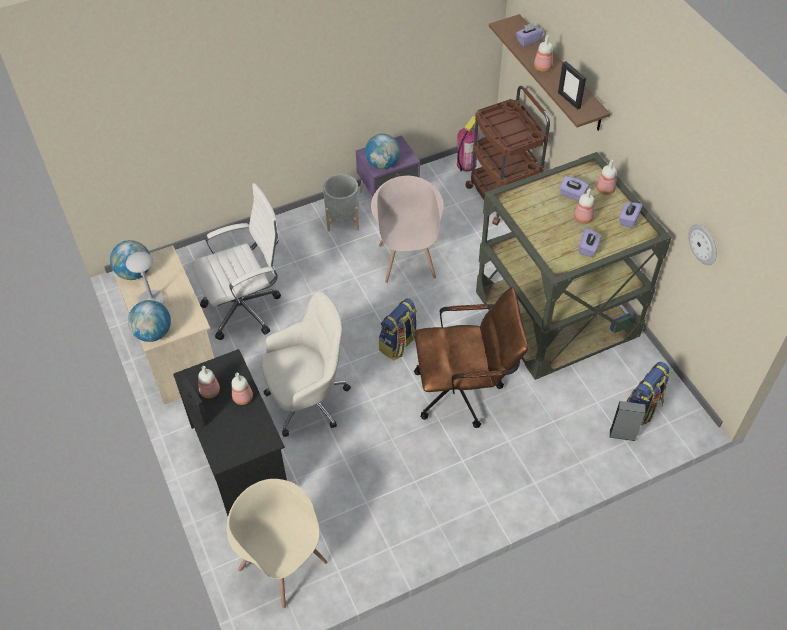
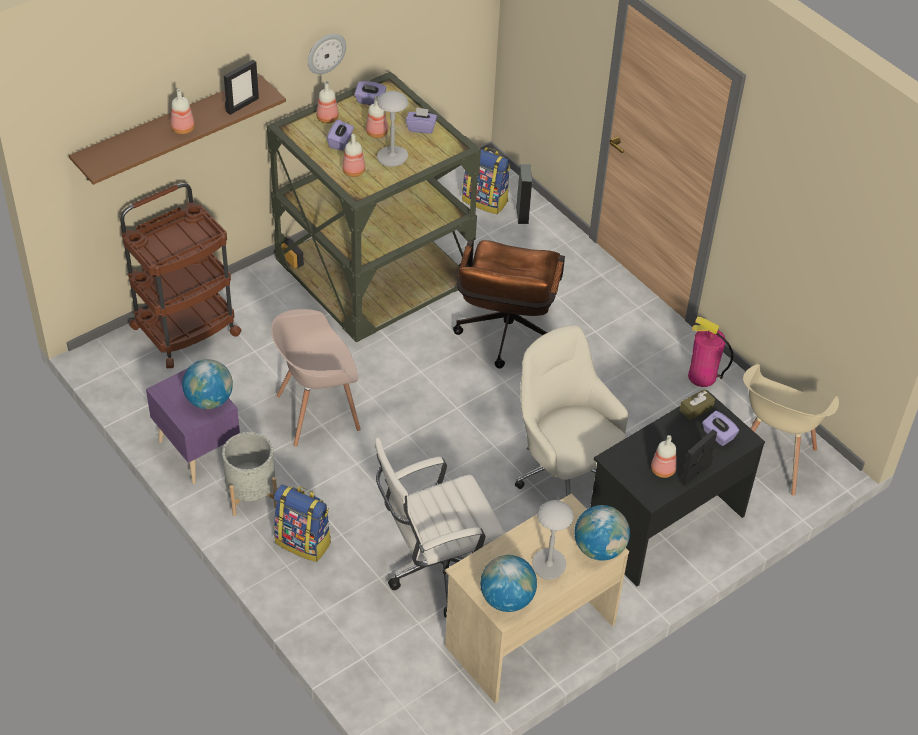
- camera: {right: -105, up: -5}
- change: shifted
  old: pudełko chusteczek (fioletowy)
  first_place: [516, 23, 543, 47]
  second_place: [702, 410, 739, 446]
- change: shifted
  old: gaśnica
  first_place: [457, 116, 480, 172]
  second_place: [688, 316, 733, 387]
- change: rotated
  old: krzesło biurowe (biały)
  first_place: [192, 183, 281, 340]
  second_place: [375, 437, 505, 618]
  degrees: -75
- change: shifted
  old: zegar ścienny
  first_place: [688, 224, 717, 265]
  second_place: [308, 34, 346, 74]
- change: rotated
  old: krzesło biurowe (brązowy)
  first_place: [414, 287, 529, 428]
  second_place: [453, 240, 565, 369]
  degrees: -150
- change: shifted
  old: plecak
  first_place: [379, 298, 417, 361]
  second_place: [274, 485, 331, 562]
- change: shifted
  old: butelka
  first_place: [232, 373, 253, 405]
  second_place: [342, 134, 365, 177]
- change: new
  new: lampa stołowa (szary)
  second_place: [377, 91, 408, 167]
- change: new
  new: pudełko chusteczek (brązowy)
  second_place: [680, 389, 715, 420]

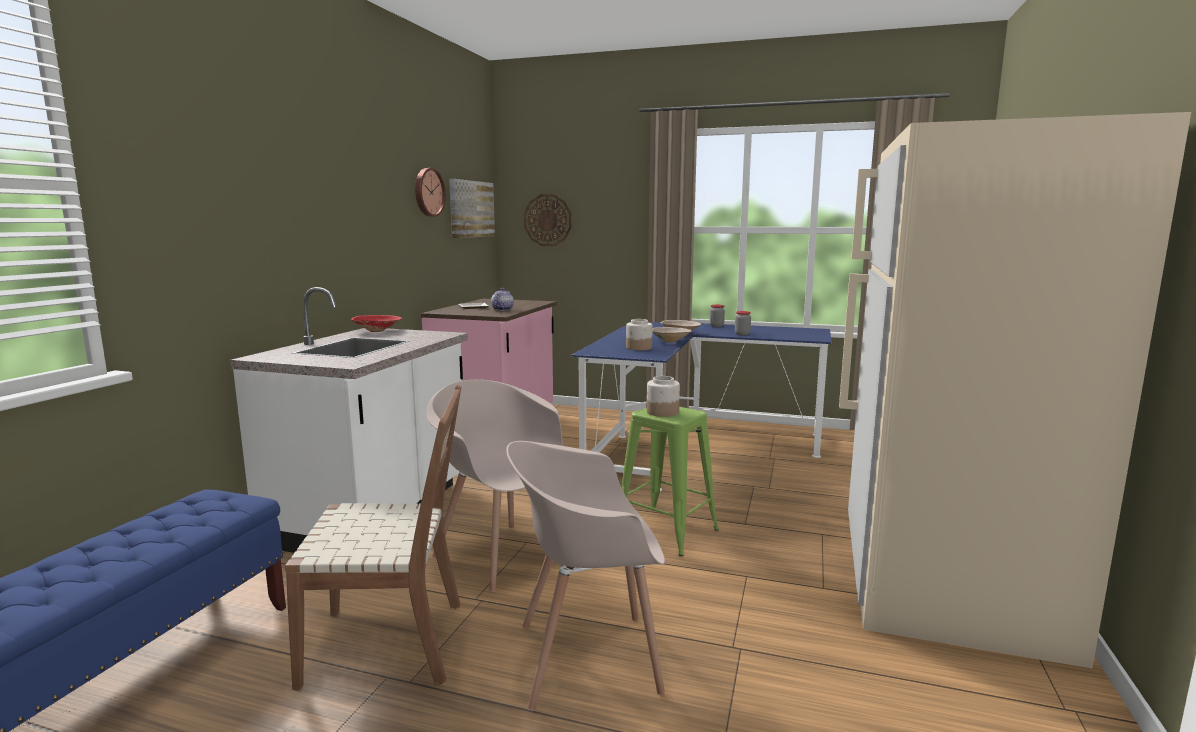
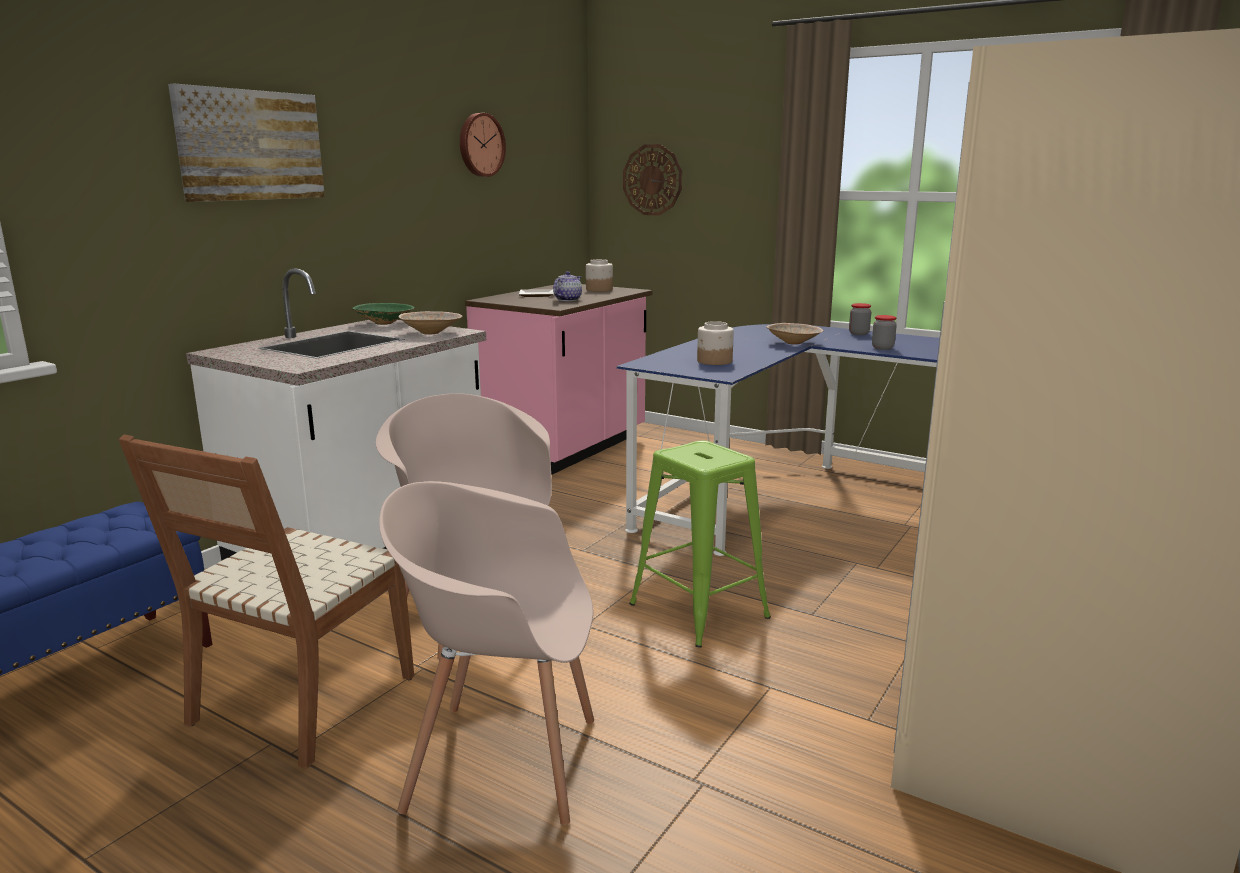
- camera: {right: 15, up: 5}
- change: shifted
  old: obraz
  first_place: [449, 179, 495, 238]
  second_place: [168, 84, 325, 202]
- change: repainted
  old: miska (czerwony)
  new: miska (zielony)
  first_place: [351, 315, 402, 332]
  second_place: [352, 303, 414, 325]
- change: shifted
  old: miska (beżowy)
  first_place: [652, 327, 692, 343]
  second_place: [399, 311, 462, 335]
- change: shifted
  old: słoik
  first_place: [647, 376, 680, 417]
  second_place: [586, 259, 613, 292]
- change: rotated
  old: krzesło
  first_place: [285, 385, 461, 691]
  second_place: [119, 435, 414, 769]
  degrees: 105

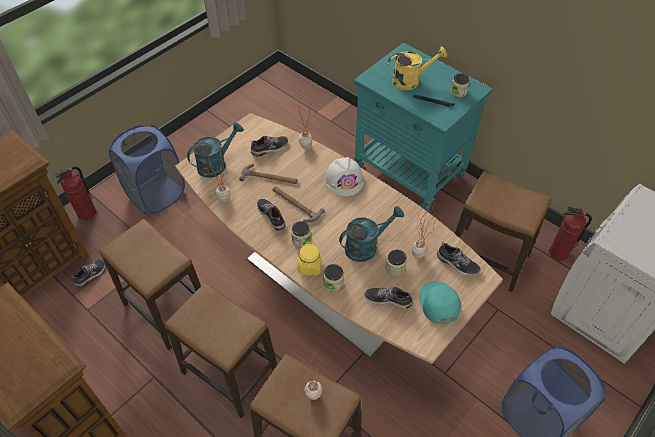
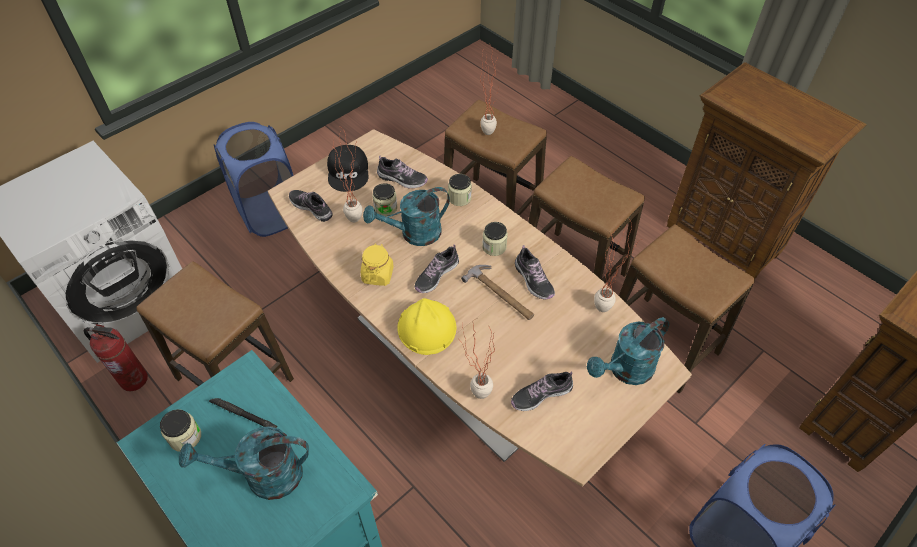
- camera: {right: -175, up: 0}
- change: repainted
  old: konewka (żółty)
  new: konewka (turkusowy)
  first_place: [388, 47, 447, 90]
  second_place: [179, 426, 309, 500]
- change: repainted
  old: kask (biały)
  new: kask (żółty)
  first_place: [325, 157, 364, 196]
  second_place: [397, 298, 456, 355]
- change: gone
  old: młotek
  first_place: [239, 164, 298, 184]
- change: gone
  old: gaśnica
  first_place: [54, 167, 96, 220]
- change: shifted
  old: słoik (żółty)
  first_place: [298, 242, 321, 275]
  second_place: [361, 243, 394, 286]
- change: shifted
  old: but
  first_place: [72, 259, 106, 287]
  second_place: [415, 244, 459, 293]
- change: repainted
  old: czapka z daszkiem (turkusowy)
  new: czapka z daszkiem (czarny)
  first_place: [419, 281, 461, 324]
  second_place: [327, 145, 368, 192]

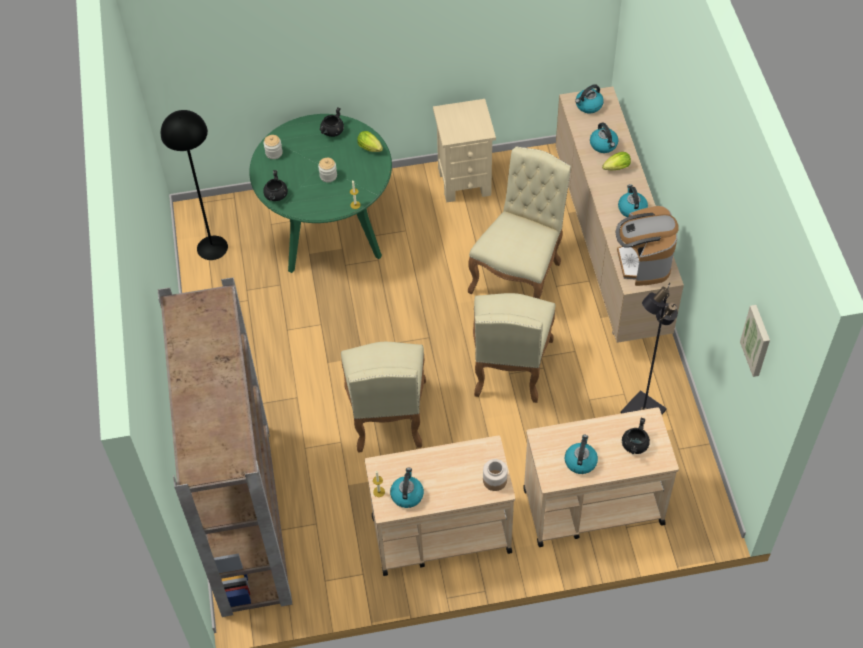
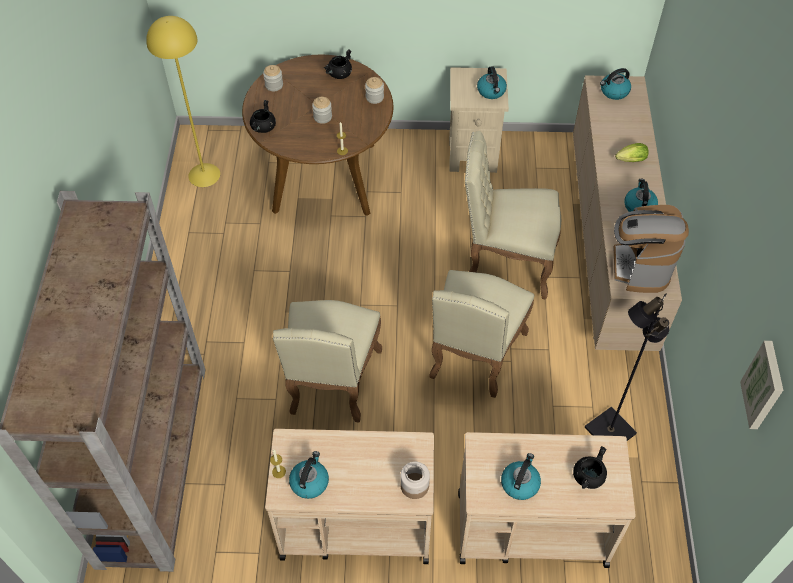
- camera: {right: 10, up: 0}
- change: repainted
  old: lampa stojąca (czarny)
  new: lampa stojąca (żółty)
  first_place: [161, 110, 228, 260]
  second_place: [146, 16, 220, 187]
- change: repainted
  old: stół jadalny (zielony)
  new: stół jadalny (brązowy)
  first_place: [249, 114, 392, 273]
  second_place: [242, 55, 394, 216]
- change: shifted
  old: czajnik
  first_place: [590, 122, 618, 153]
  second_place: [477, 66, 507, 99]
- change: swapped
  old: sałata
  new: słoik
  first_place: [357, 131, 383, 152]
  second_place: [365, 77, 384, 104]
- change: rotated
  old: krzesło (beżowy)
  first_place: [468, 146, 571, 299]
  second_place: [465, 131, 561, 299]
  degrees: -120

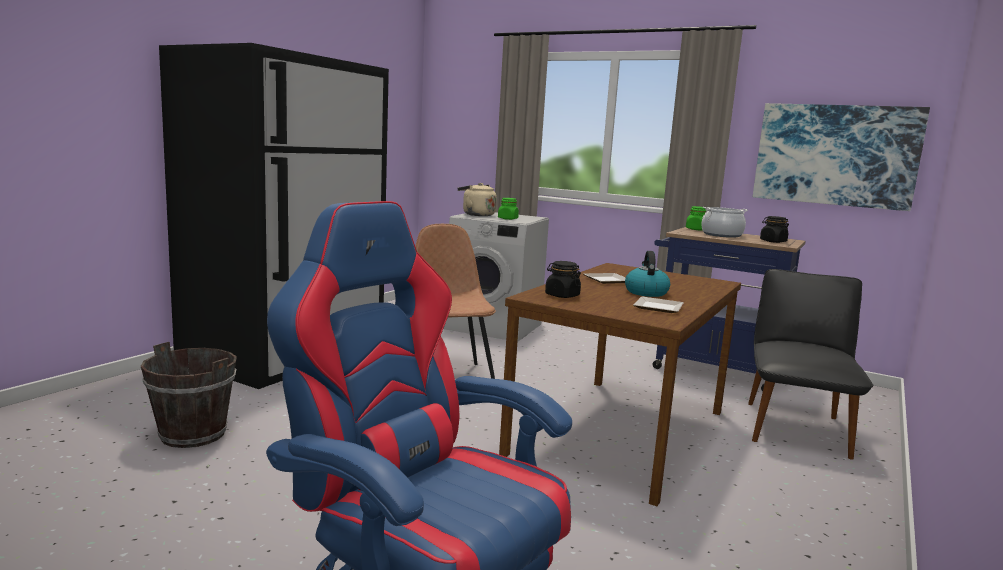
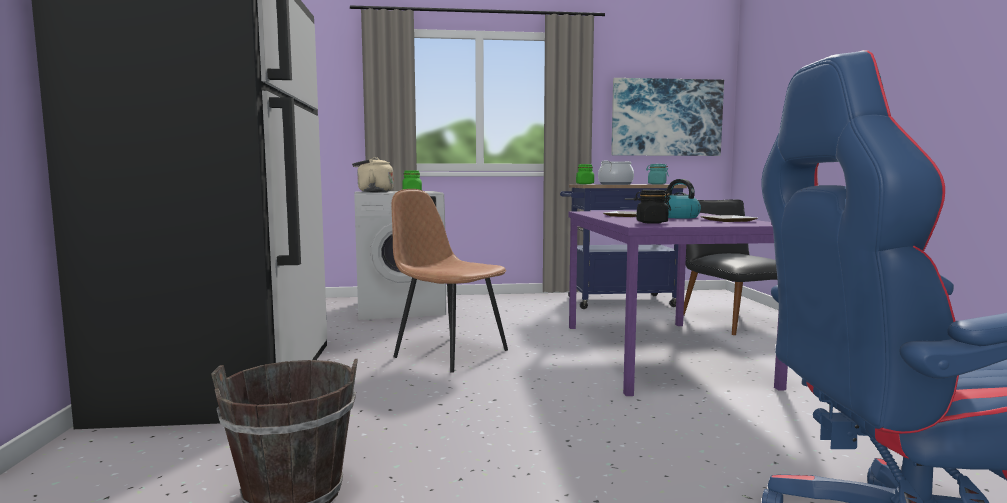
- camera: {right: -35, up: -5}
- change: repainted
  old: słoik (czarny)
  new: słoik (turkusowy)
  first_place: [760, 216, 789, 243]
  second_place: [646, 164, 669, 184]
- change: repainted
  old: stół jadalny (brązowy)
  new: stół jadalny (fioletowy)
  first_place: [499, 263, 741, 506]
  second_place: [568, 211, 788, 396]

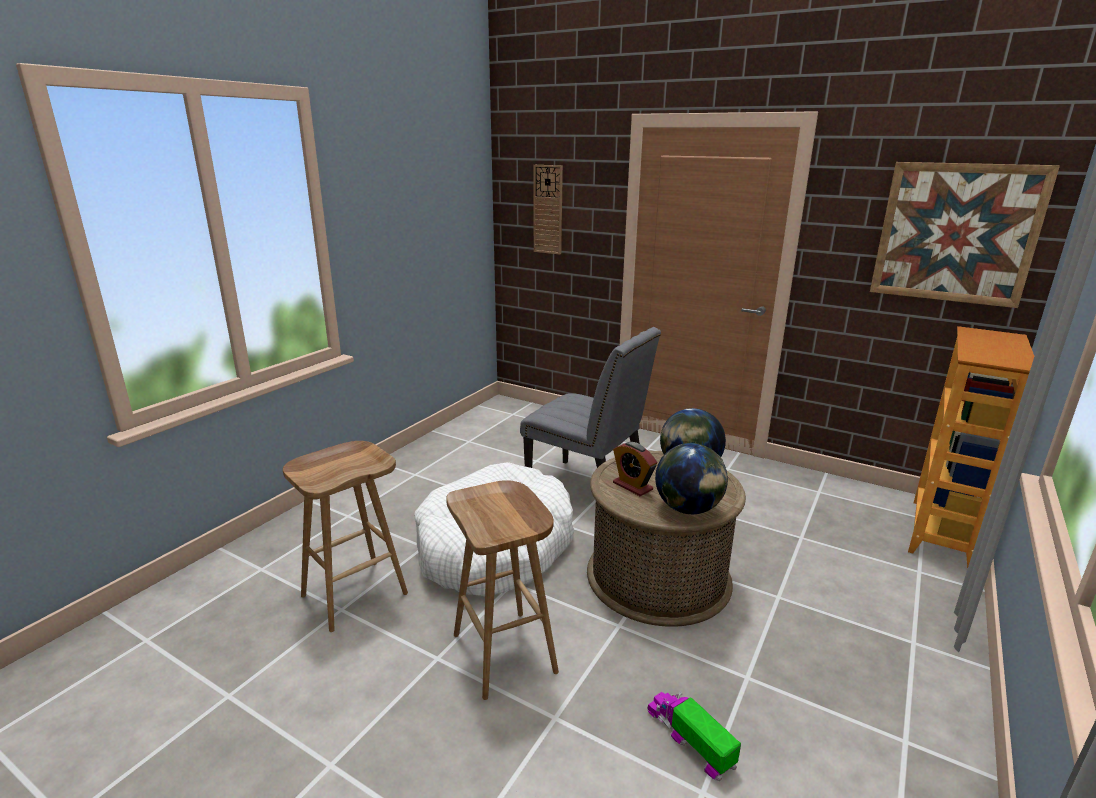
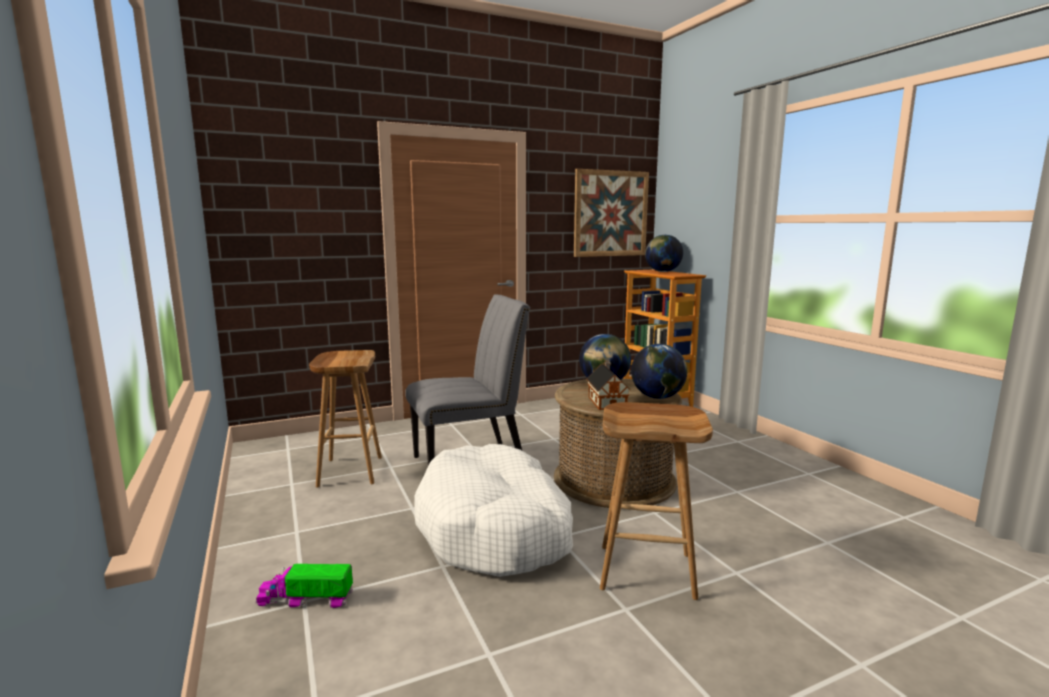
- camera: {right: -55, up: -10}
- change: gone
  old: zegar ścienny
  first_place: [534, 165, 563, 255]
- change: shifted
  old: stołek (brązowy)
  first_place: [283, 441, 408, 632]
  second_place: [309, 350, 382, 487]
- change: swapped
  old: budzik
  new: domek
  first_place: [613, 442, 657, 496]
  second_place: [586, 362, 631, 410]
- change: shifted
  old: ciężarówka zabawkowa
  first_place: [647, 692, 741, 781]
  second_place: [256, 564, 353, 608]
- change: new
  new: globus
  second_place: [645, 235, 683, 272]

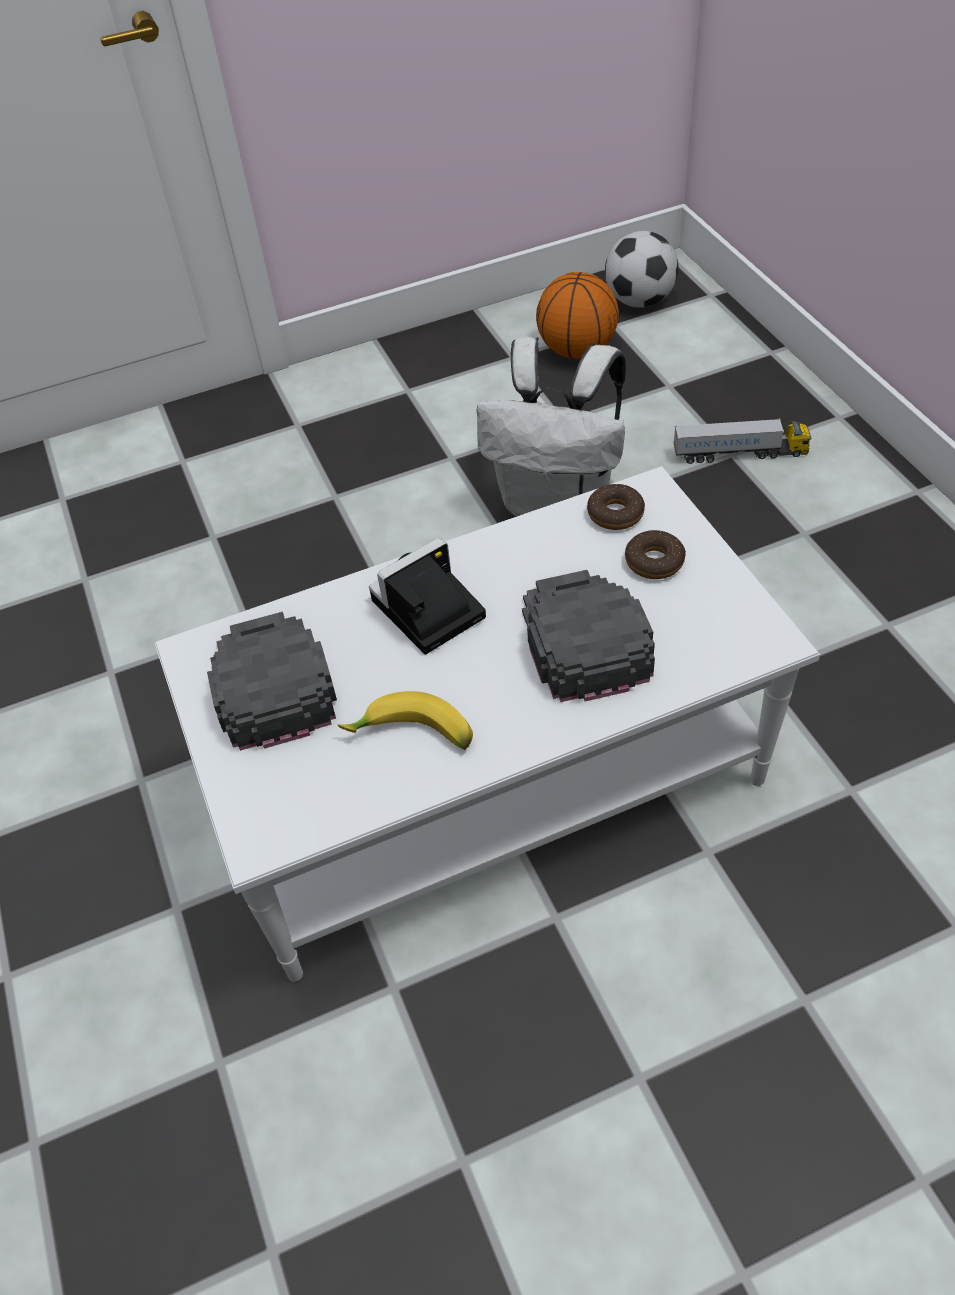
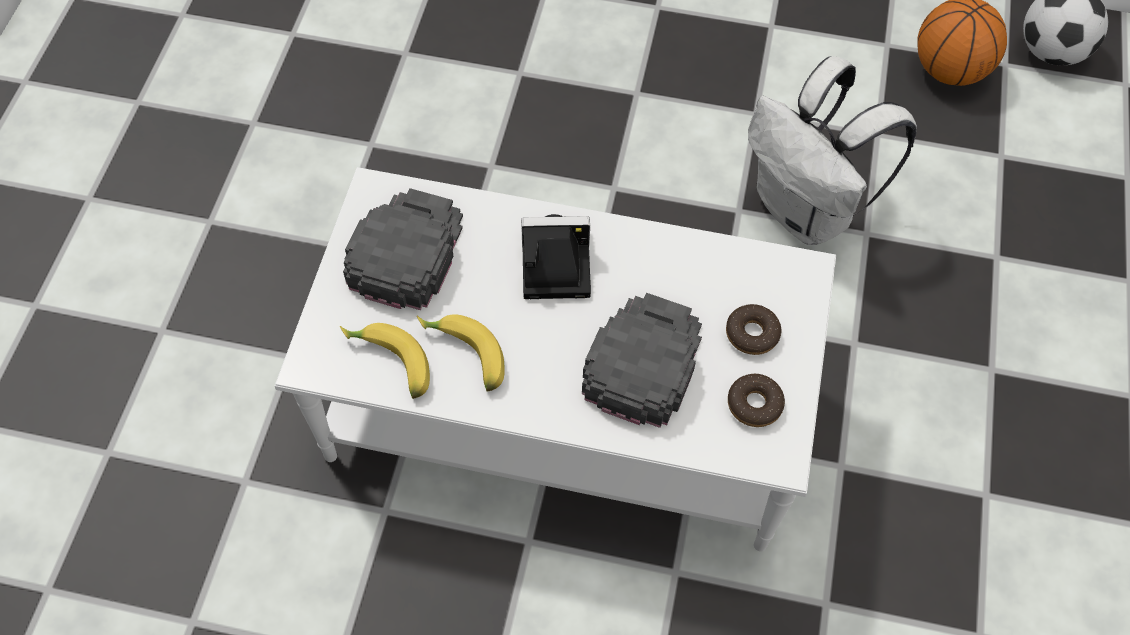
- camera: {right: 30, up: 10}
- change: gone
  old: ciężarówka zabawkowa
  first_place: [673, 418, 811, 464]
- change: shifted
  old: donut
  first_place: [587, 484, 645, 530]
  second_place: [728, 374, 785, 427]
- change: new
  new: banan
  second_place: [340, 323, 430, 399]

